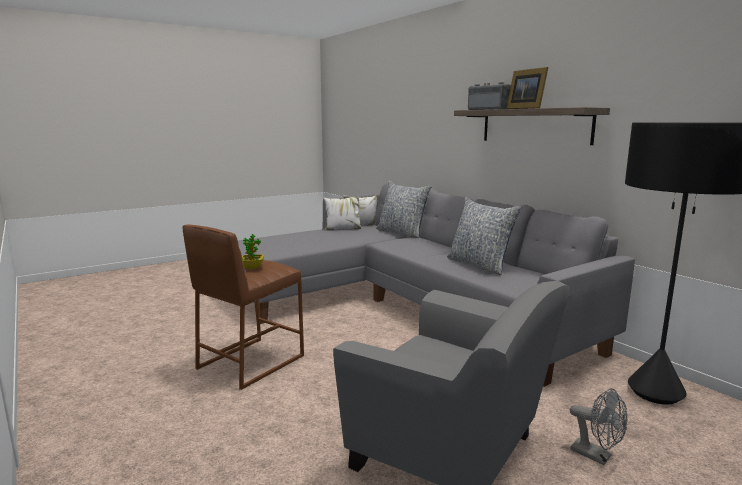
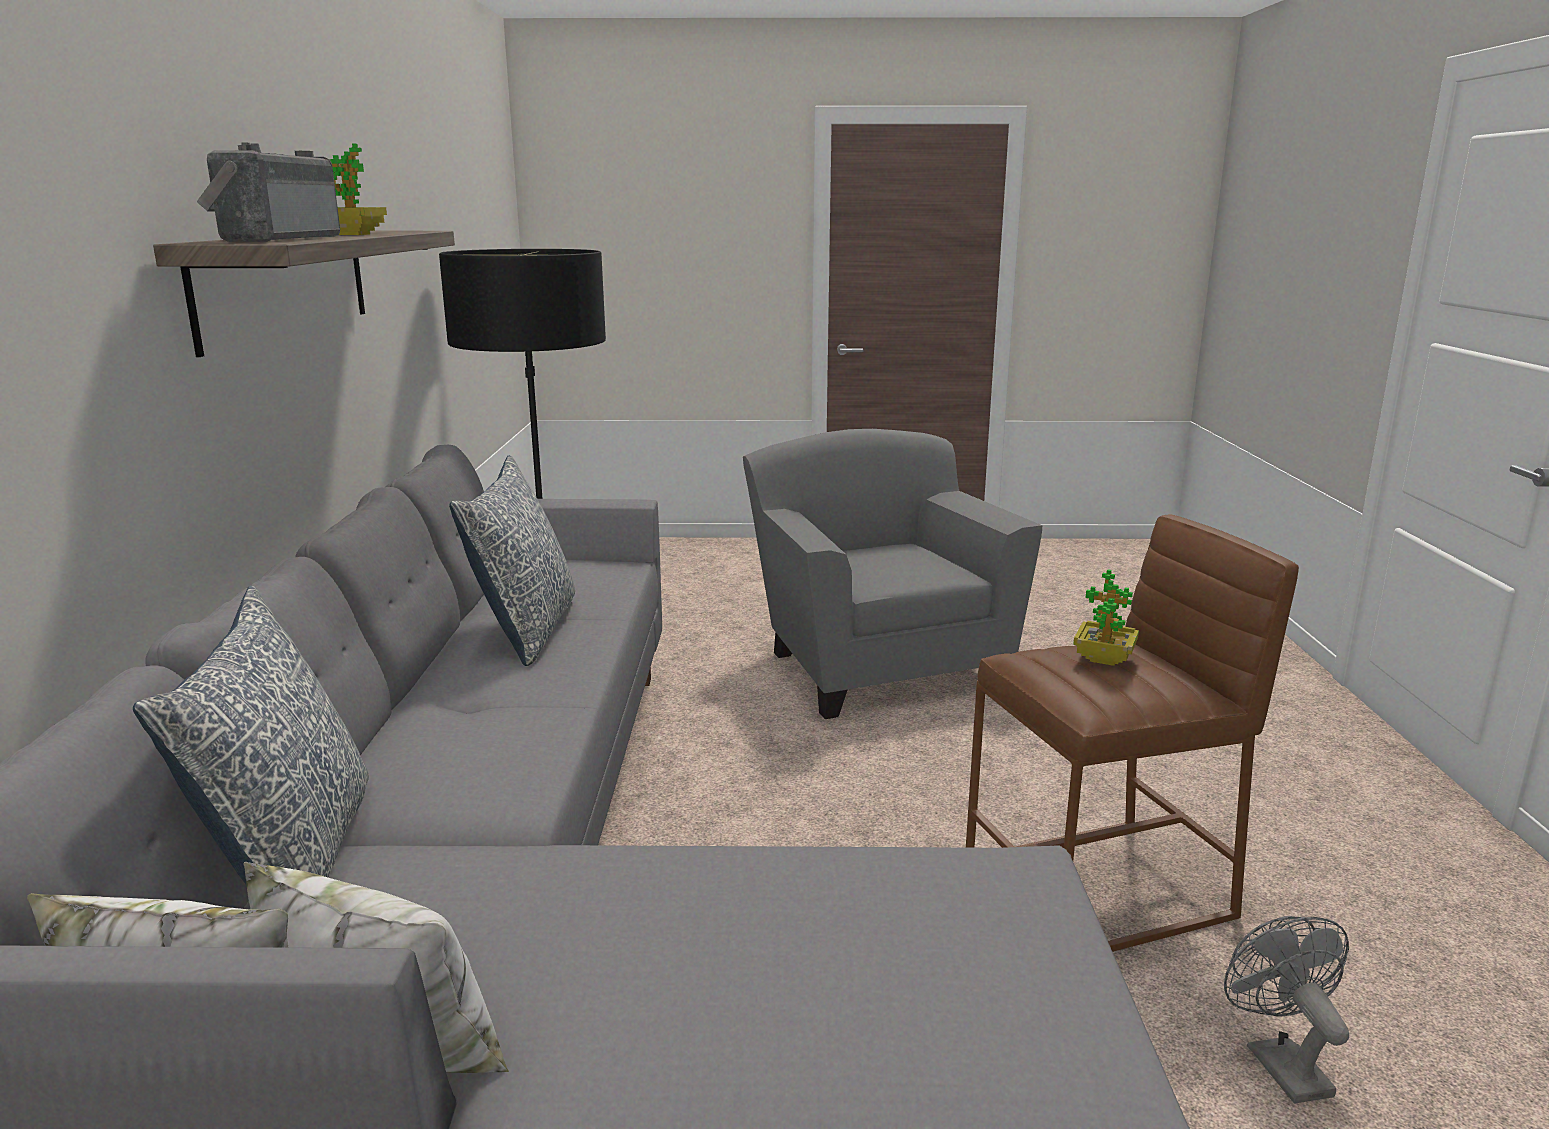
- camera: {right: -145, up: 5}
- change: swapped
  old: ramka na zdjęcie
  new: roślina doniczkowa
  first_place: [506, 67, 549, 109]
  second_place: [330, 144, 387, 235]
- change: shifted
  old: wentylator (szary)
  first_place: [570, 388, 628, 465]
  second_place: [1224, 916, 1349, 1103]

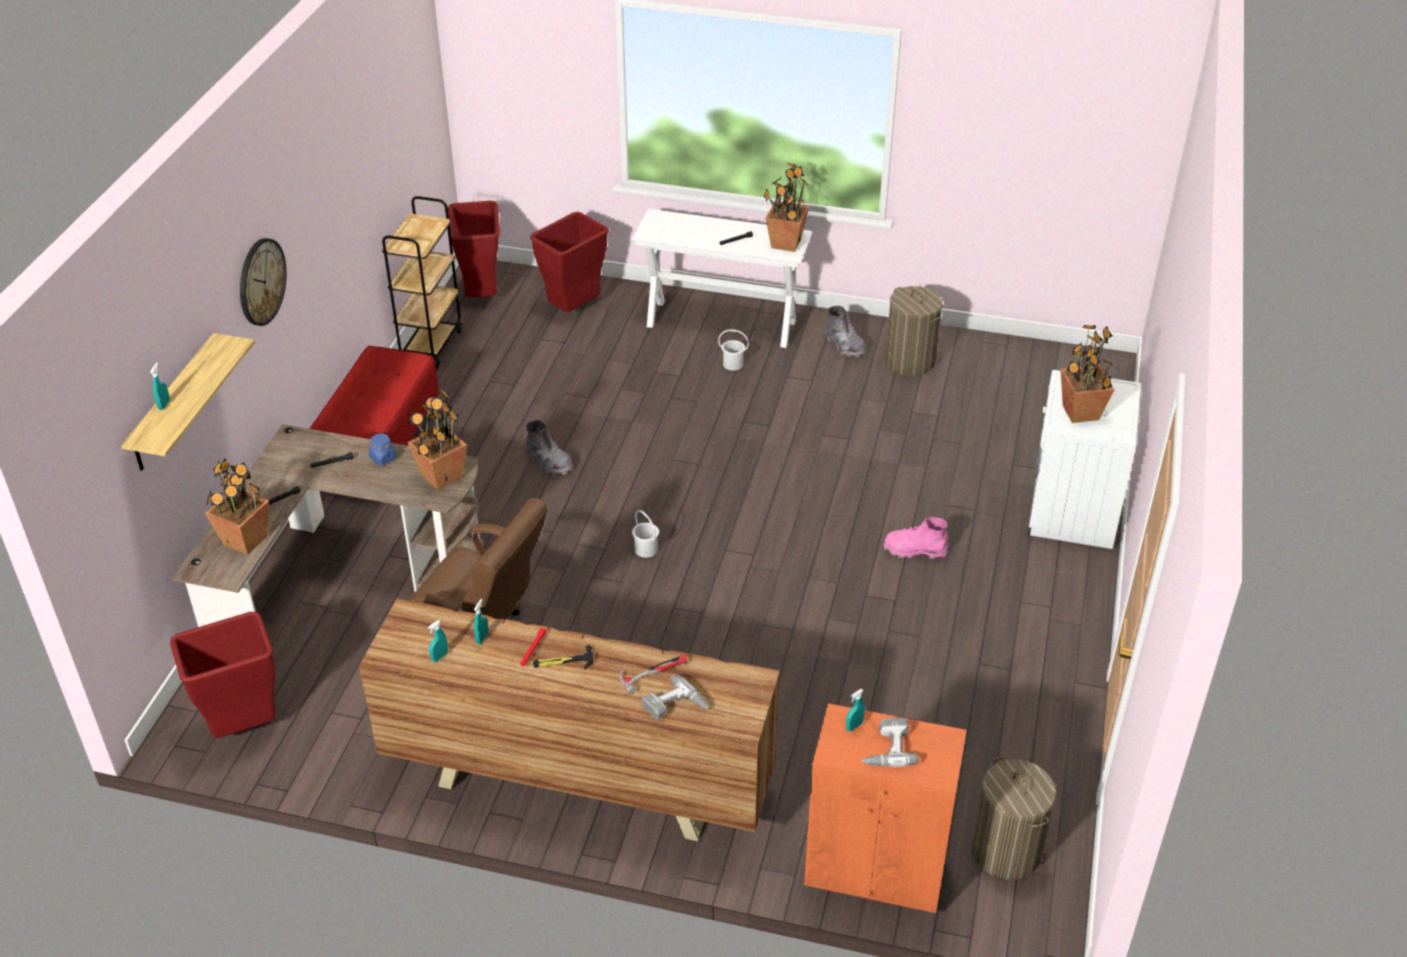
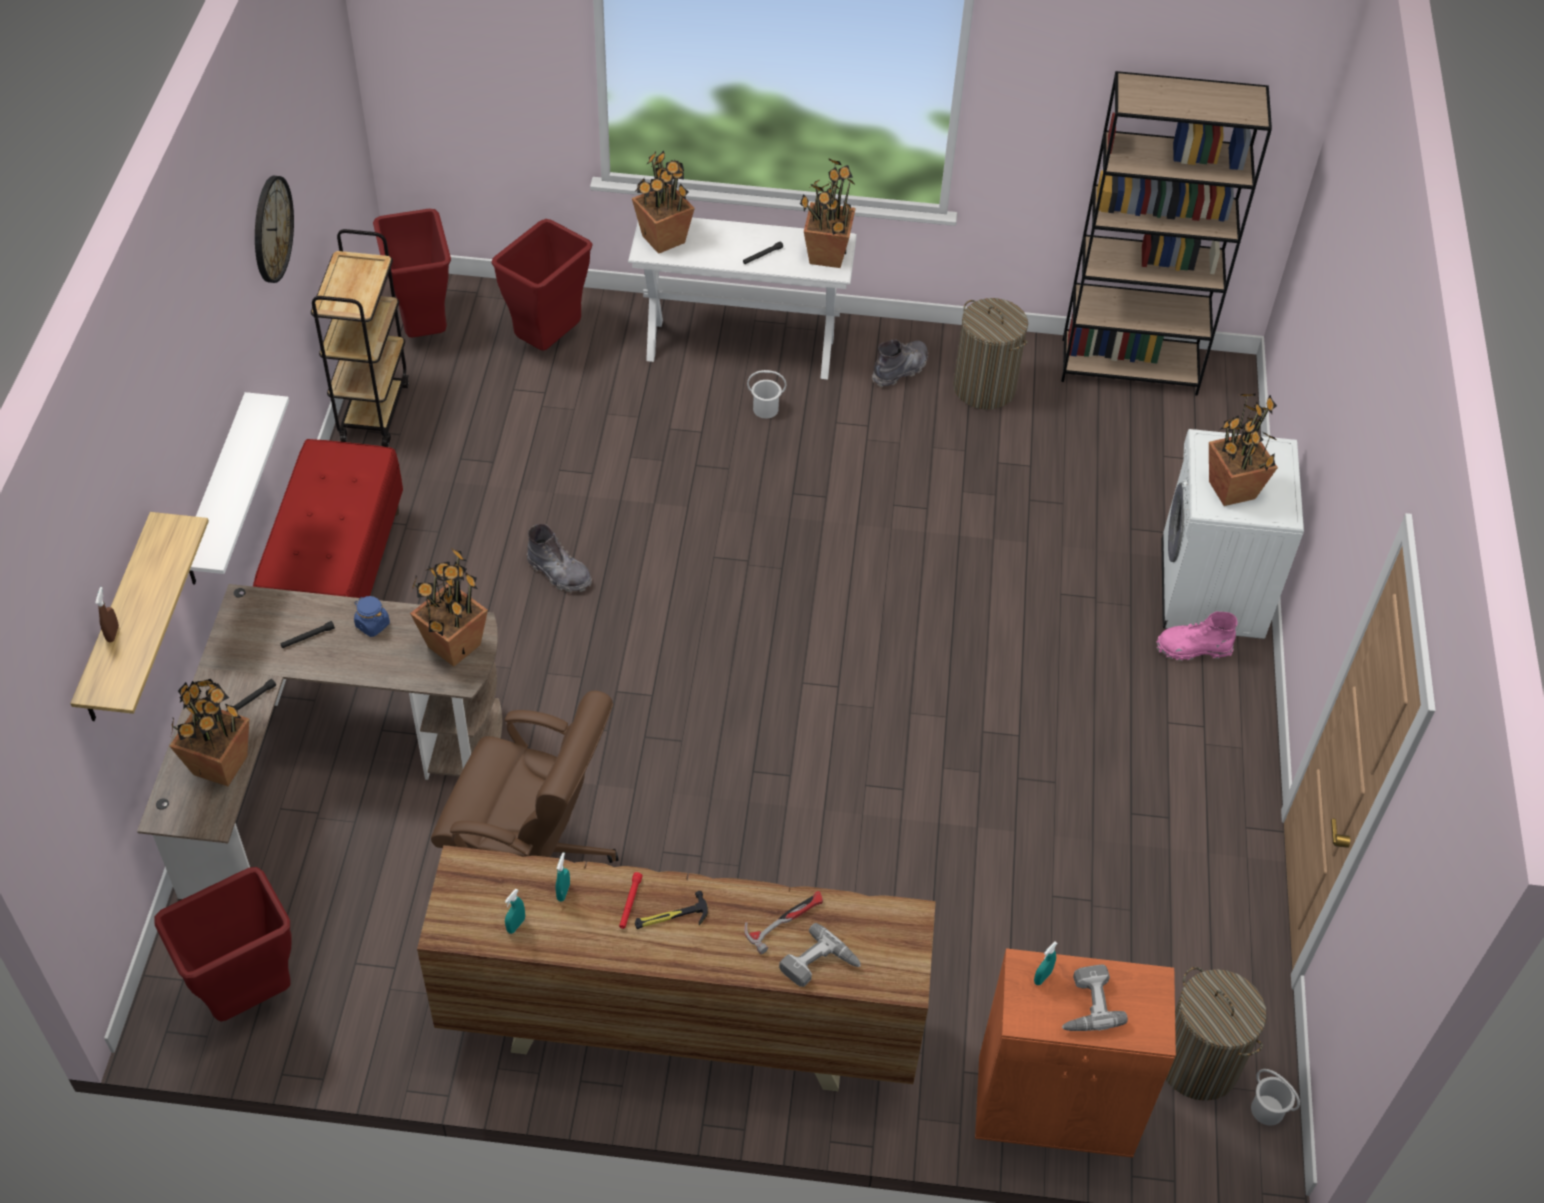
- camera: {right: -10, up: 10}
- change: shifted
  old: zegar ścienny
  first_place: [240, 238, 287, 326]
  second_place: [255, 176, 294, 283]
- change: rotated
  old: but z cholewką (szary)
  first_place: [825, 306, 866, 357]
  second_place: [872, 339, 928, 388]
  degrees: -90
- change: repainted
  old: spryskiwacz (turkusowy)
  new: spryskiwacz (brązowy)
  first_place: [150, 363, 170, 410]
  second_place: [95, 587, 119, 642]
- change: shifted
  old: wiadro (biały)
  first_place: [632, 510, 659, 558]
  second_place: [1251, 1069, 1300, 1126]
- change: shifted
  old: but z cholewką (różowy)
  first_place: [884, 517, 948, 559]
  second_place: [1157, 612, 1238, 661]
- change: new
  new: regał (beżowy)
  second_place: [1061, 71, 1272, 396]
- change: new
  new: roślina doniczkowa
  second_place: [632, 150, 695, 254]
- change: new
  new: półka (biały)
  second_place: [189, 392, 289, 585]

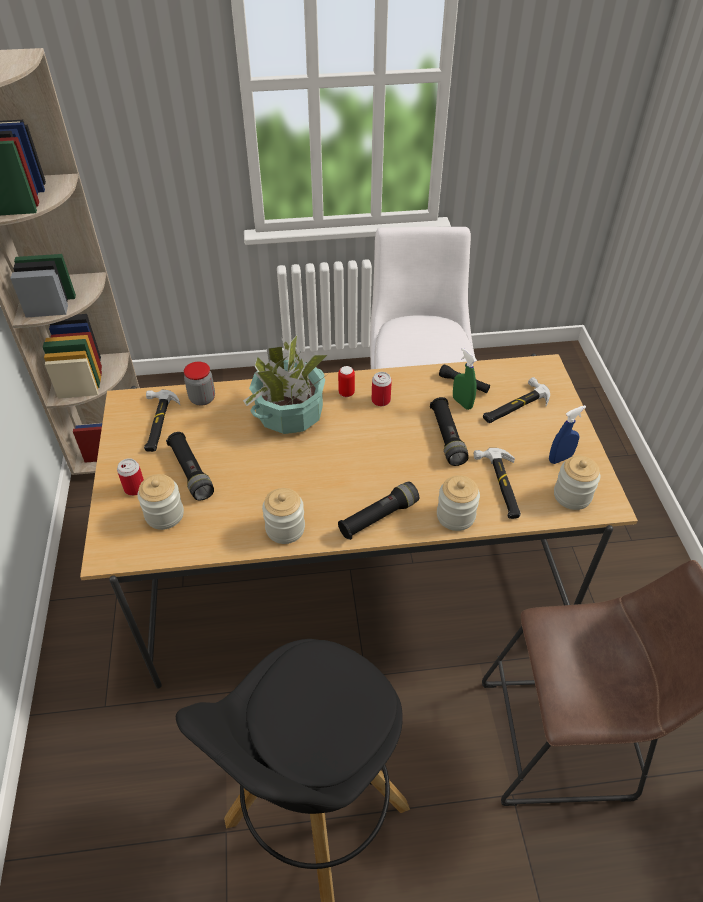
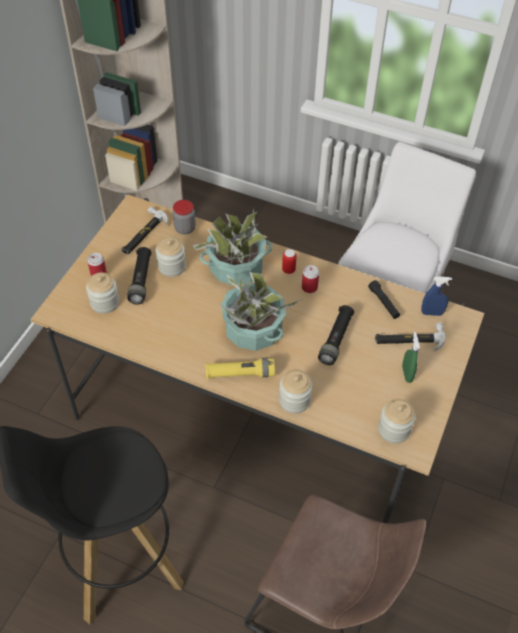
- camera: {right: 30, up: 5}
- change: shifted
  old: spryskiwacz (zielony)
  first_place: [453, 348, 477, 410]
  second_place: [402, 332, 420, 383]
- change: shifted
  old: spryskiwacz (niebieski)
  first_place: [549, 405, 586, 464]
  second_place: [421, 276, 452, 316]
- change: gone
  old: młotek
  first_place: [474, 448, 521, 519]
- change: repainted
  old: latarka (czarny)
  new: latarka (żółty)
  first_place: [338, 481, 419, 540]
  second_place: [206, 358, 275, 380]
- change: shifted
  old: słoik
  first_place: [262, 488, 305, 544]
  second_place: [156, 237, 186, 277]
- change: new
  new: roślina doniczkowa
  second_place: [218, 272, 302, 351]

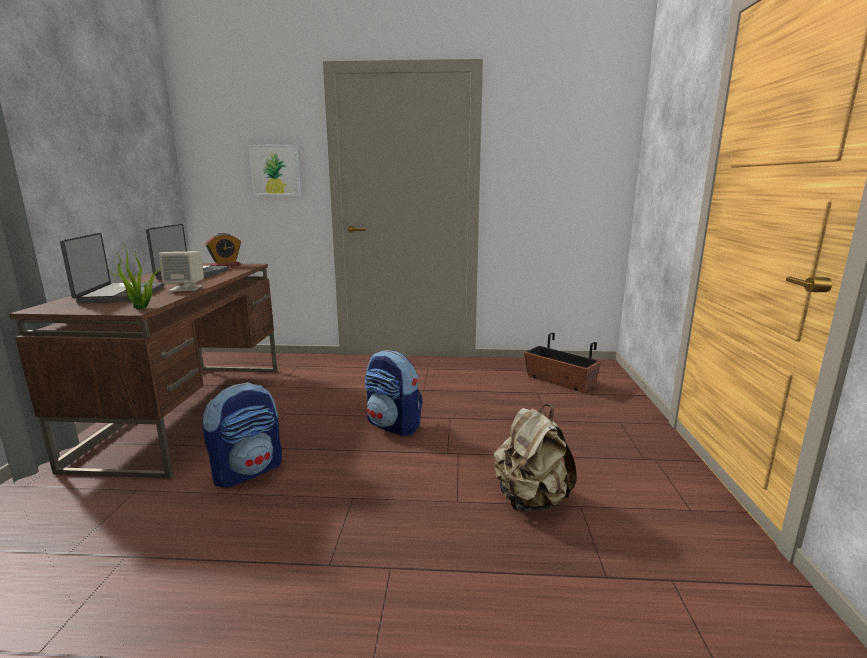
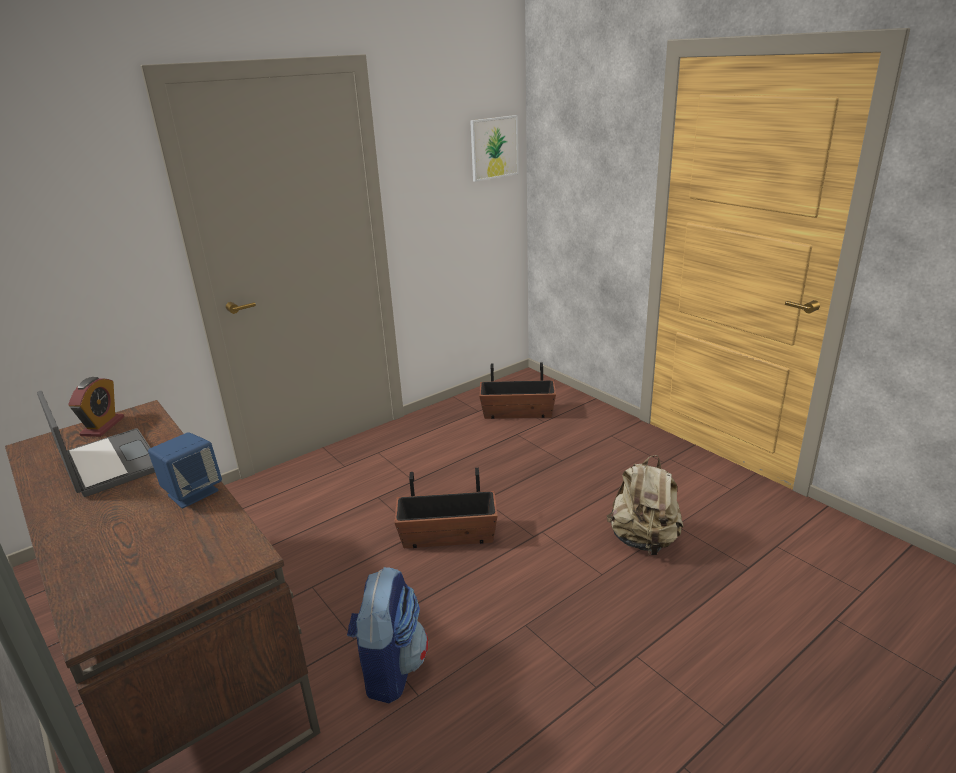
- camera: {right: -40, up: 10}
- change: shifted
  old: obraz
  first_place: [248, 145, 301, 195]
  second_place: [470, 115, 519, 182]
- change: gone
  old: laptop
  first_place: [60, 233, 165, 303]
- change: gone
  old: roślina doniczkowa
  first_place: [106, 245, 162, 309]
- change: repainted
  old: głośnik (beżowy)
  new: głośnik (niebieski)
  first_place: [159, 251, 204, 291]
  second_place: [148, 432, 222, 509]
- change: swapped
  old: plecak
  new: donica
  first_place: [365, 350, 423, 436]
  second_place: [394, 468, 497, 548]

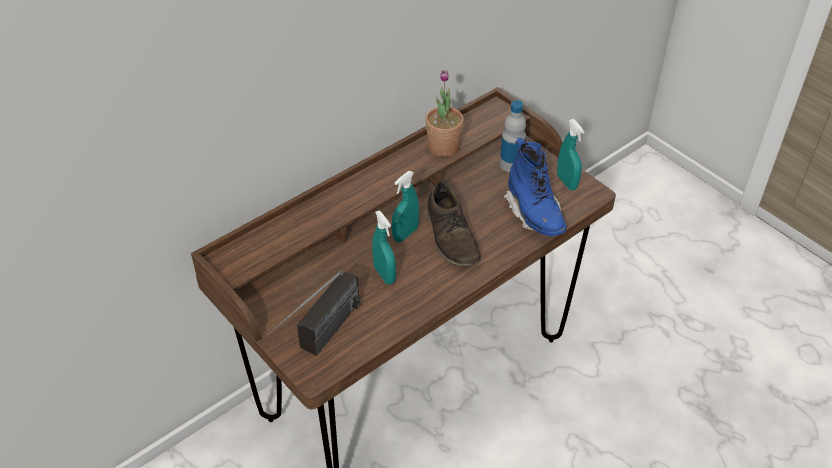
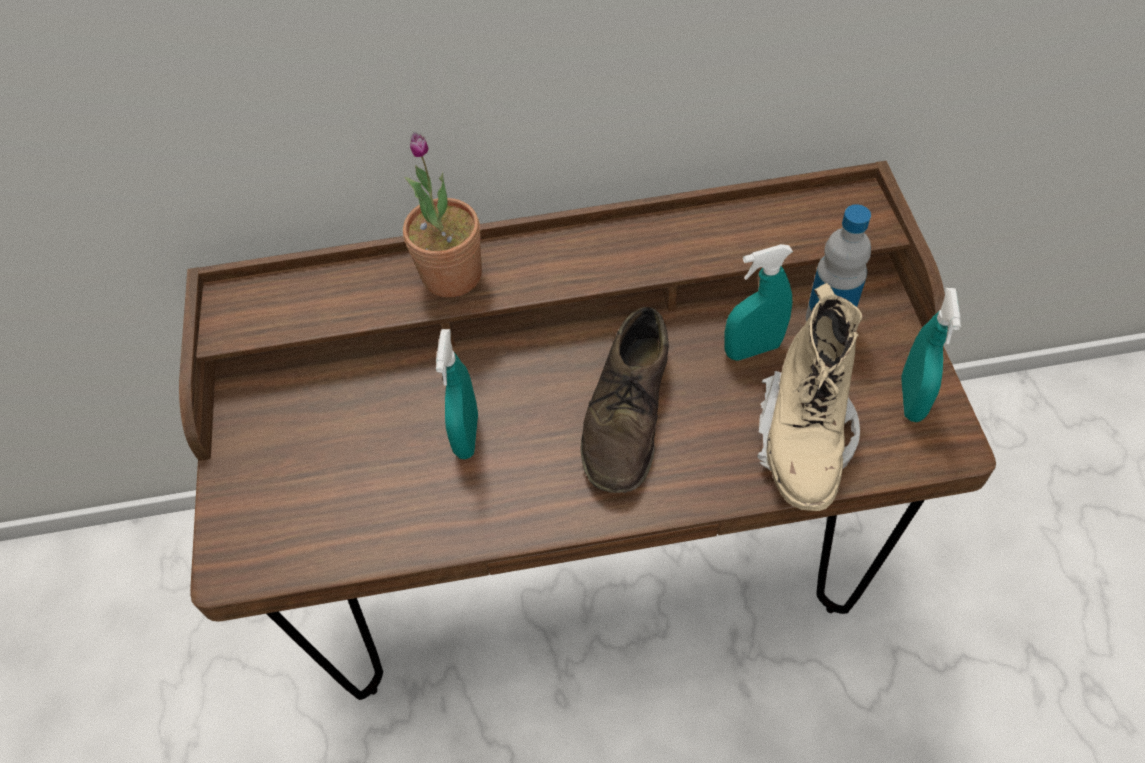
- camera: {right: 35, up: 10}
- change: shifted
  old: roślina doniczkowa
  first_place: [425, 70, 464, 157]
  second_place: [403, 132, 482, 297]
- change: repainted
  old: but z cholewką (niebieski)
  new: but z cholewką (beżowy)
  first_place: [503, 138, 566, 236]
  second_place: [757, 283, 862, 511]
- change: shifted
  old: spryskiwacz (turkusowy)
  first_place: [392, 171, 419, 242]
  second_place: [724, 244, 793, 360]
- change: gone
  old: radio
  first_place: [267, 271, 361, 356]

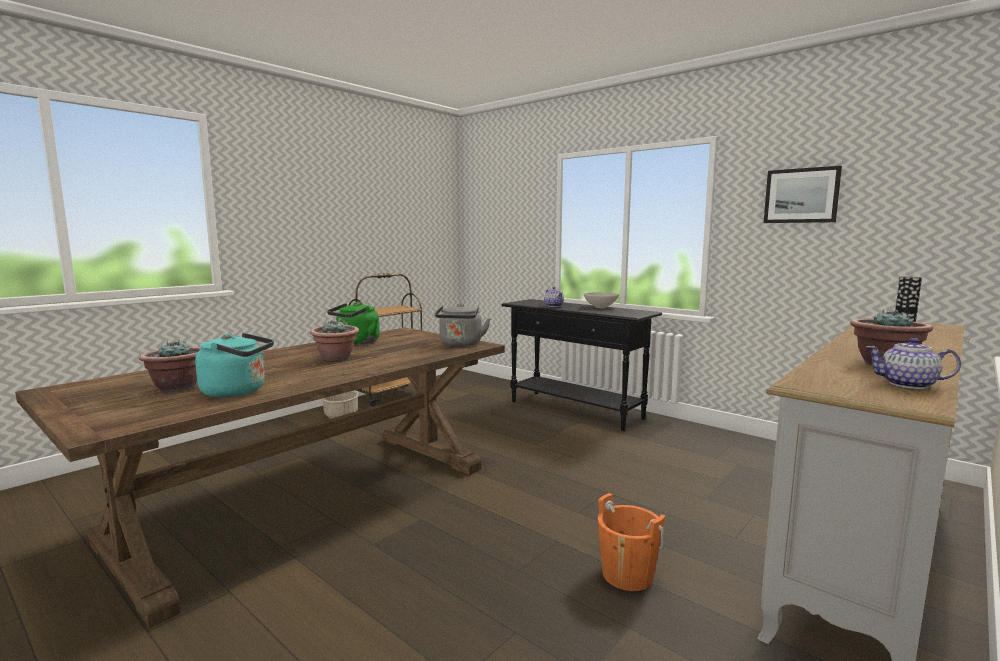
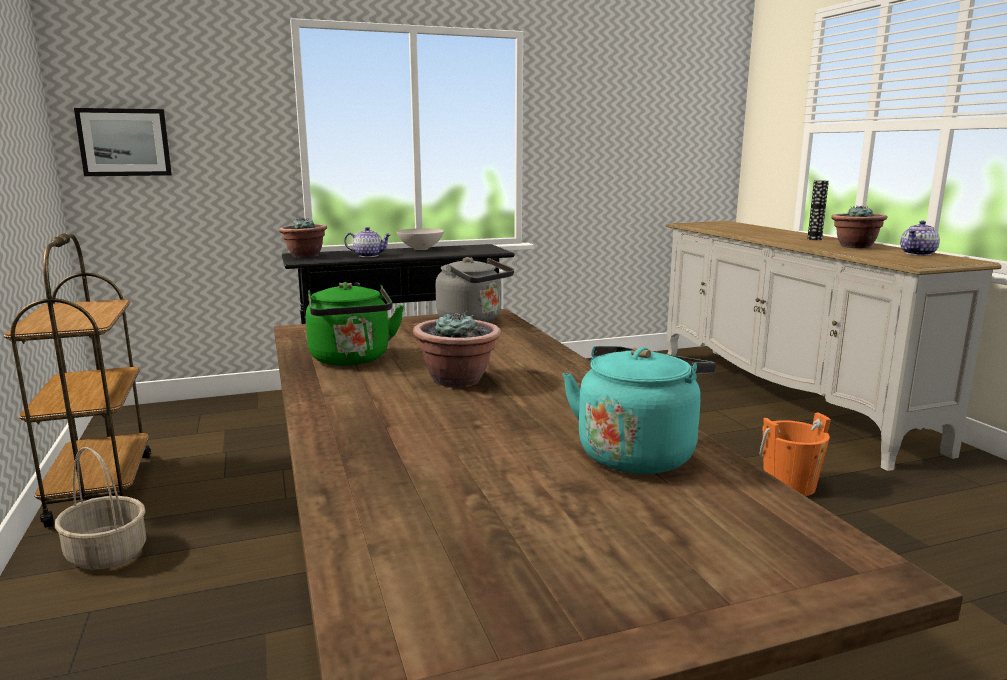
- camera: {right: -60, up: 5}
- change: shifted
  old: obraz
  first_place: [764, 166, 842, 223]
  second_place: [74, 108, 172, 176]
- change: shifted
  old: roślina doniczkowa
  first_place: [139, 340, 201, 392]
  second_place: [279, 218, 327, 258]

